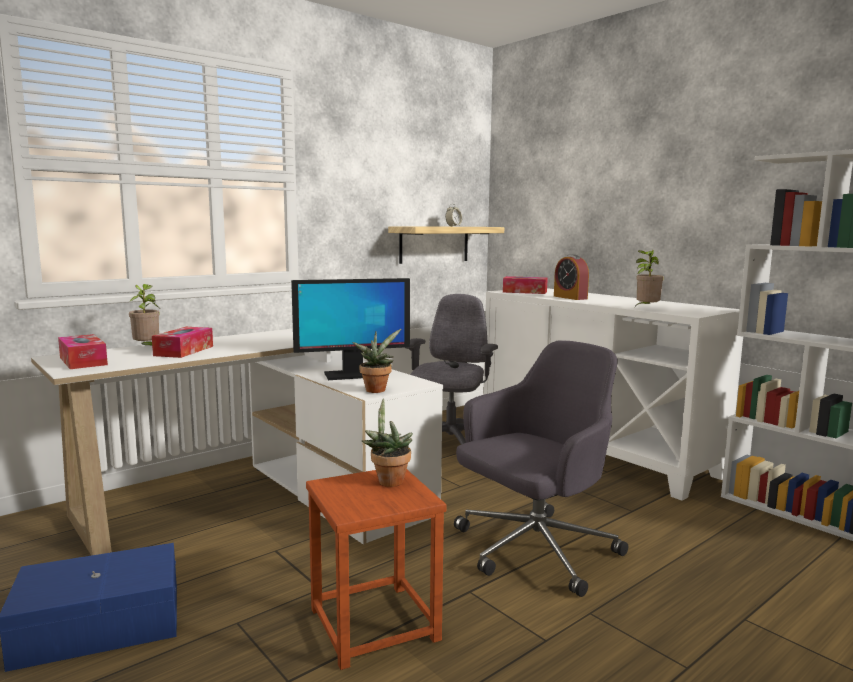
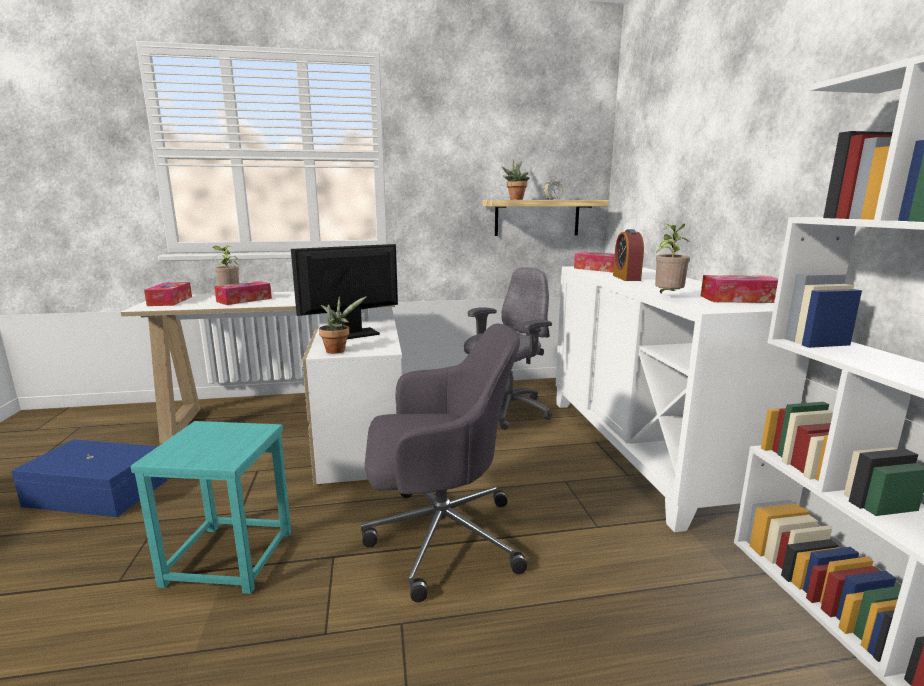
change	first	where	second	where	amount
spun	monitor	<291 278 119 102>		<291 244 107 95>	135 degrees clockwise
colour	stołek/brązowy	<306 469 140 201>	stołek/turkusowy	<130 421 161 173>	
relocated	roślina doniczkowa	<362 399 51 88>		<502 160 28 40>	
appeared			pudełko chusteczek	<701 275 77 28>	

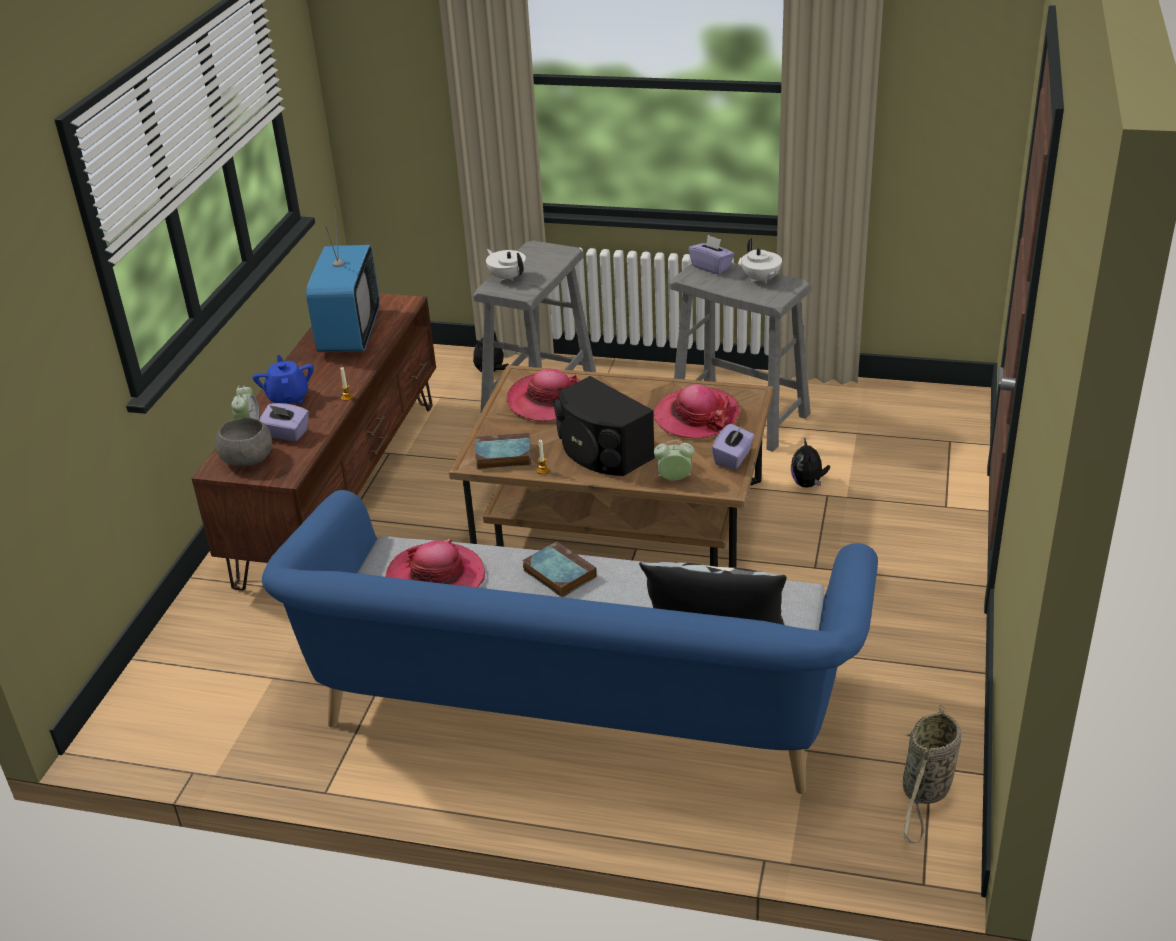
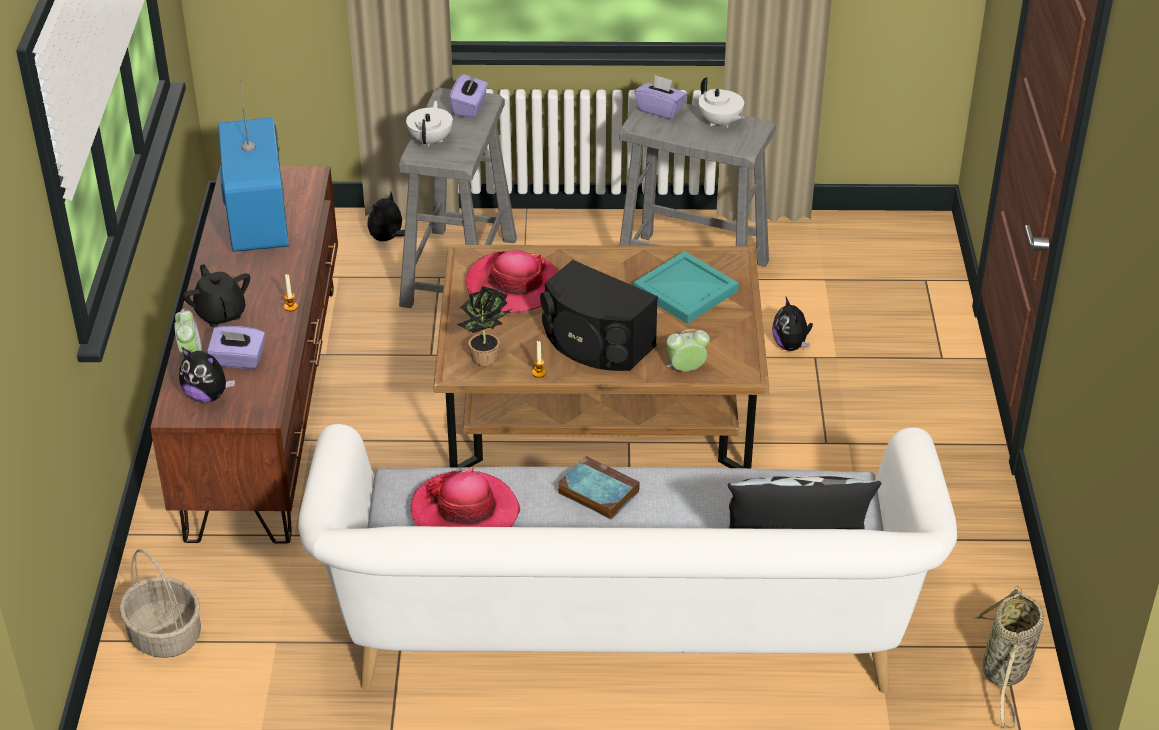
change	first	where	second	where	amount
exchanged	miska/szary	<215 418 57 48>	pluszak	<179 347 56 55>	
colour	imbryk/niebieski	<253 355 61 49>	imbryk/czarny	<183 264 67 63>	
colour	kanapa/niebieski	<262 490 616 304>	kanapa/biały	<298 424 659 269>	
exchanged	książka	<475 433 56 36>	roślina doniczkowa	<456 286 55 80>	
spun	imbryk/biały	<486 249 40 32>		<406 101 47 46>	60 degrees clockwise
exchanged	kapelusz	<653 384 86 55>	taca/turkusowy	<633 251 106 73>	
relocated	pudełko chusteczek/fioletowy	<712 423 43 46>		<449 73 39 45>	
appeared			koszyk	<119 549 82 109>	

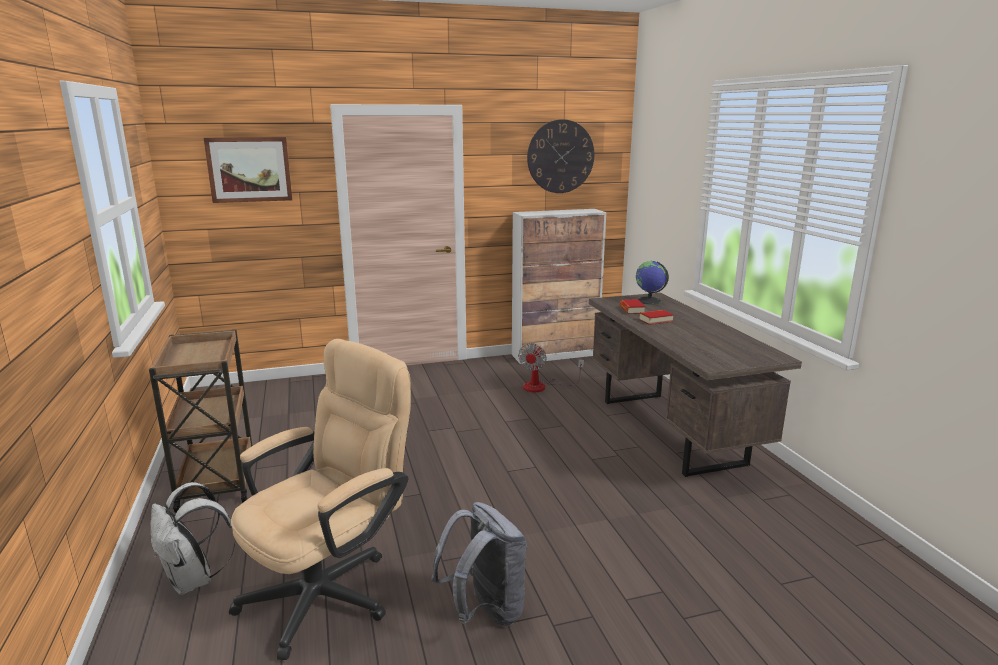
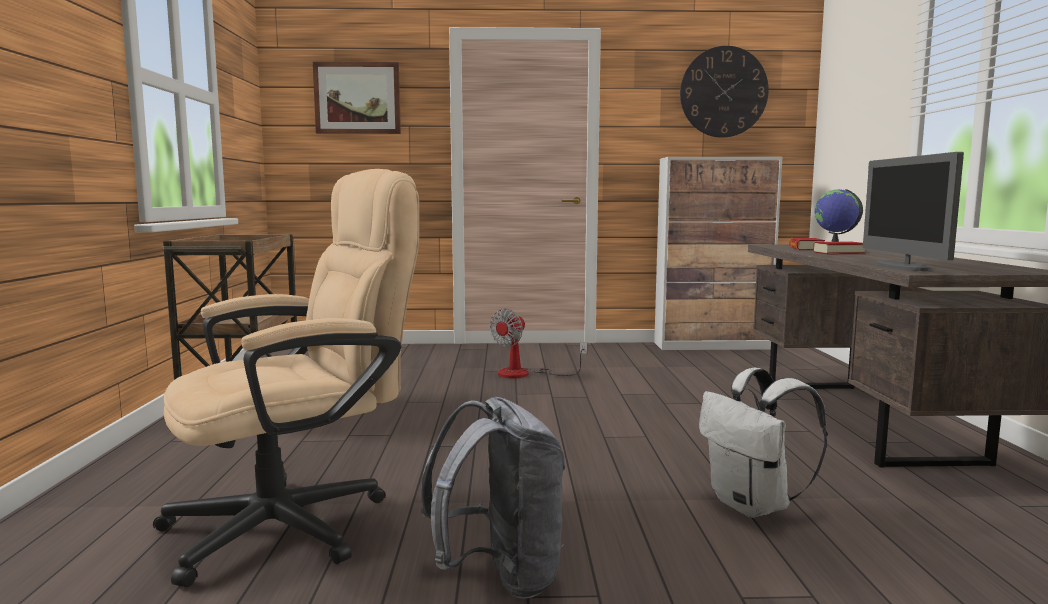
change	first	where	second	where	amount
relocated	plecak/biały	<151 482 85 113>		<699 368 129 150>	
relocated	wentylator	<518 343 66 49>		<490 308 97 71>	
appeared			monitor	<863 152 101 119>	

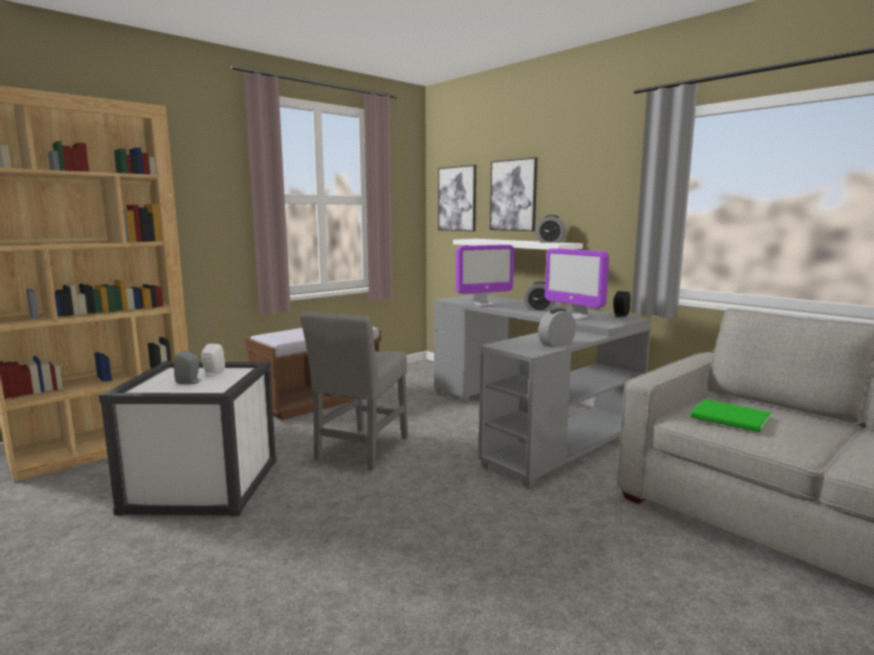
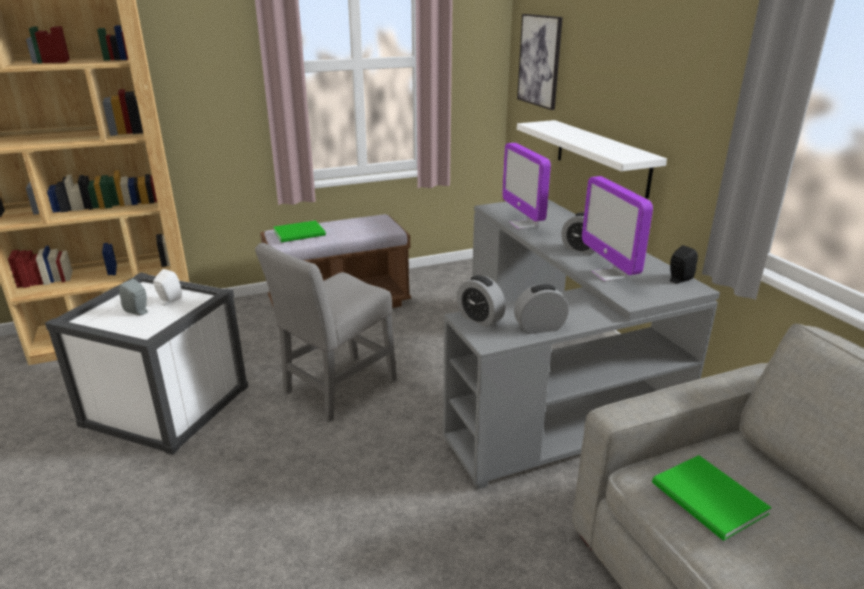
change	first	where	second	where	amount
spun	monitor	<456 245 58 61>		<502 143 49 86>	75 degrees clockwise
missing	obraz	<490 157 47 74>			
relocated	budzik	<536 215 31 28>		<457 275 49 52>	
appeared			książka/zielony	<273 220 53 22>	

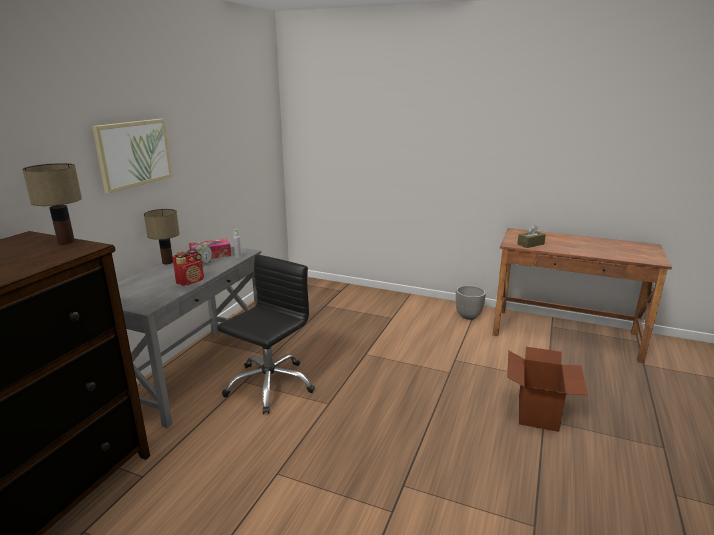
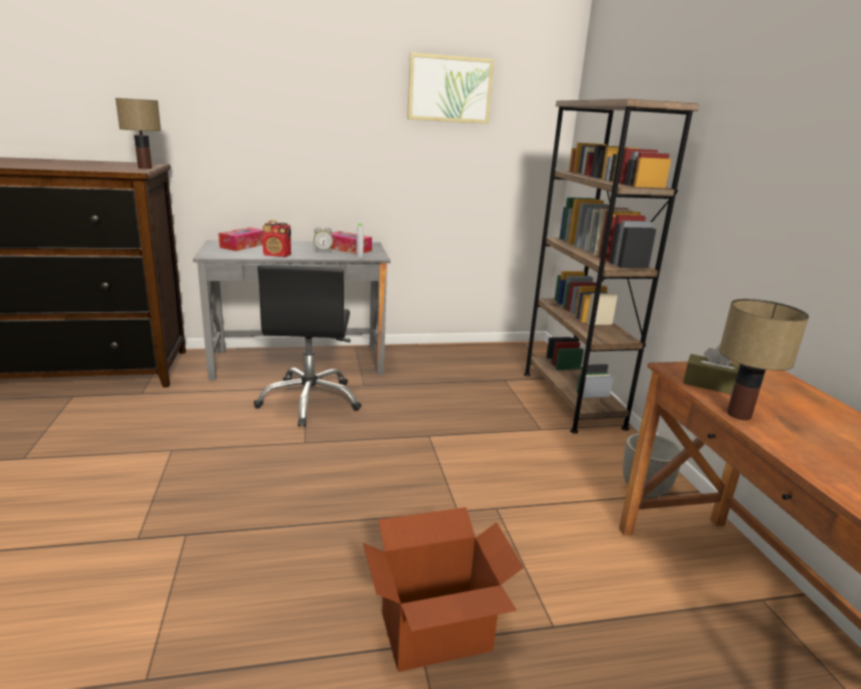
change	first	where	second	where	amount
relocated	obraz	<92 119 80 74>		<407 53 87 71>	
relocated	lampa stołowa	<144 209 36 55>		<719 299 90 121>	
spun	krzesło biurowe/czarny	<217 254 98 160>		<254 265 108 162>	90 degrees clockwise
appeared			pudełko chusteczek	<218 227 46 24>	
appeared			regał/brązowy	<524 99 175 335>	

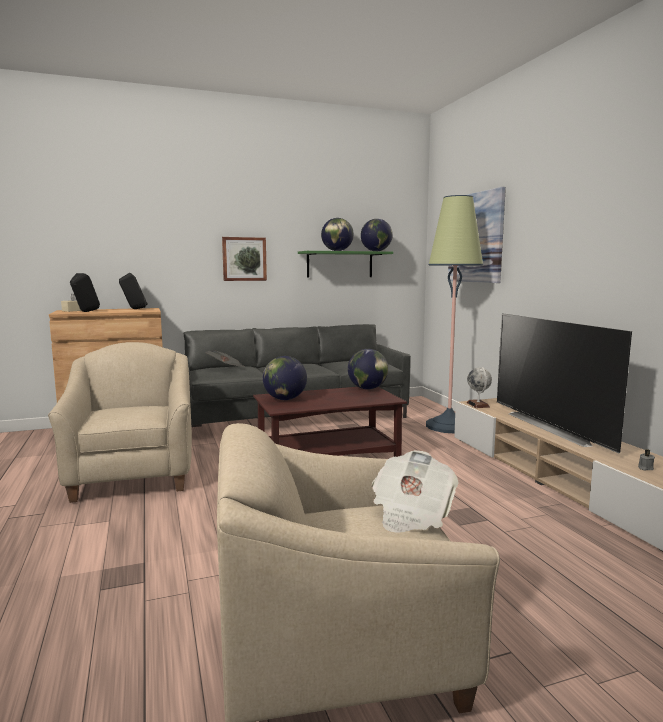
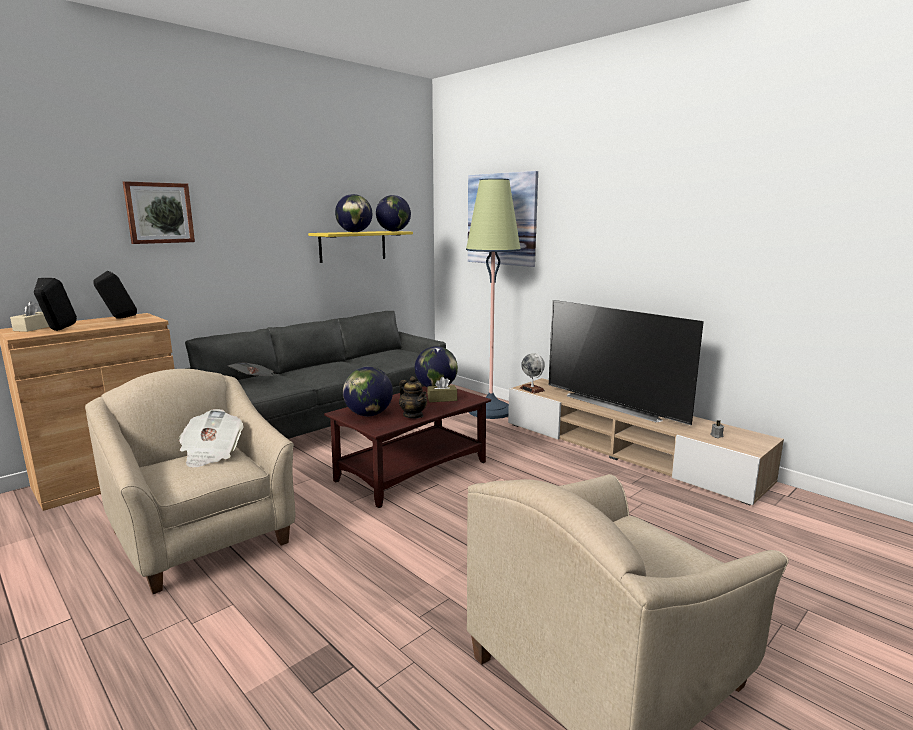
change	first	where	second	where	amount
relocated	obraz	<222 237 45 44>		<123 181 72 63>	
colour	półka/zielony	<298 251 95 27>	półka/żółty	<308 231 105 32>	
relocated	gazeta	<372 450 87 83>		<179 409 65 59>	
appeared			imbryk	<399 376 28 42>	
appeared			pudełko chusteczek/brązowy	<427 377 30 25>	

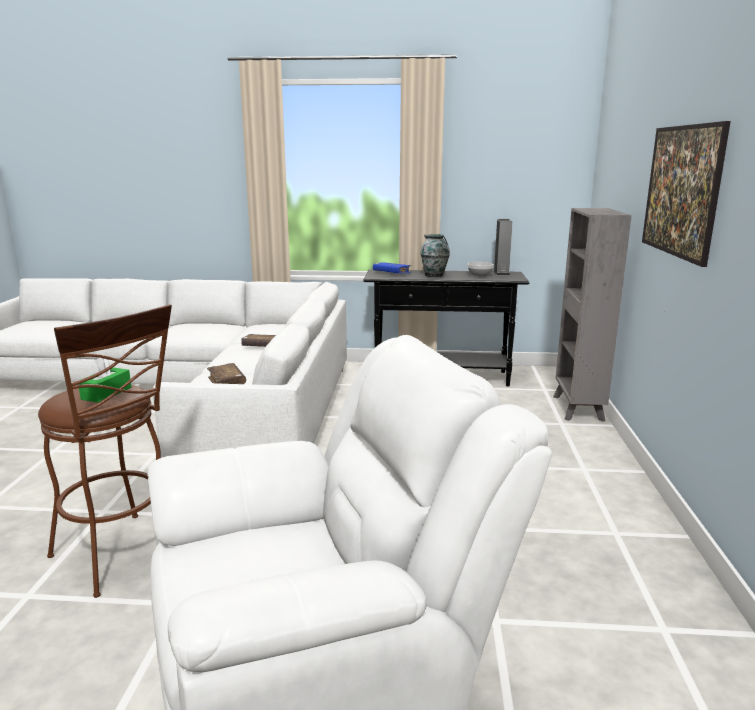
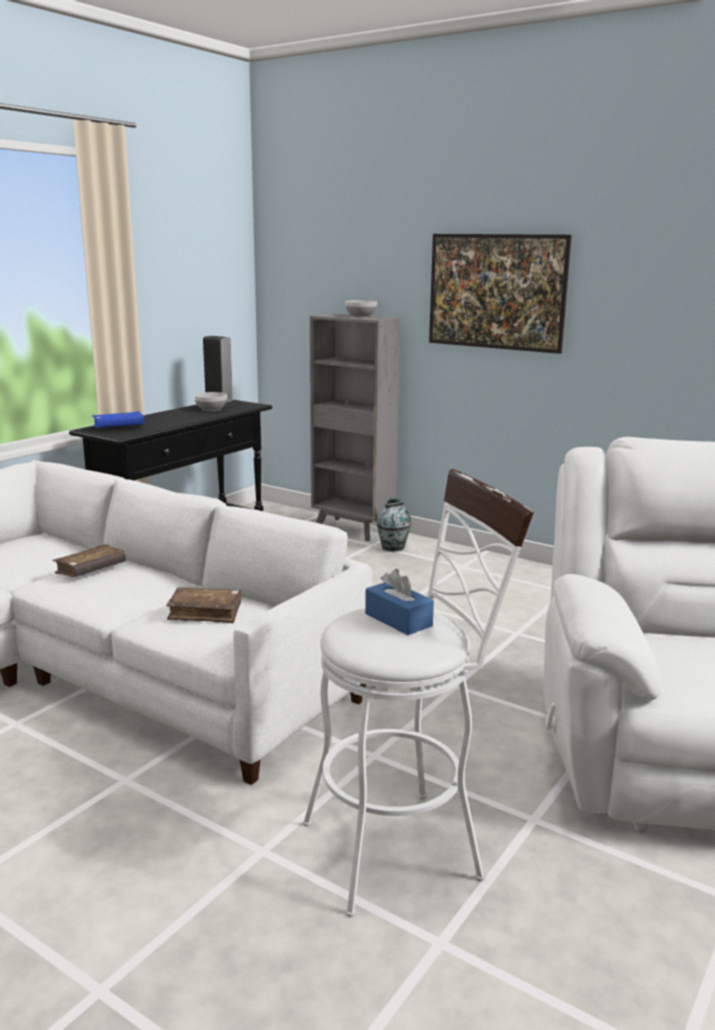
change	first	where	second	where	amount
colour	stołek/brązowy	<38 304 134 294>	stołek/biały	<303 469 231 448>	
colour	pudełko chusteczek/zielony	<78 358 53 45>	pudełko chusteczek/niebieski	<365 569 69 66>	
relocated	wazon	<421 234 29 43>		<376 498 35 54>	
appeared			miska	<345 300 32 17>	

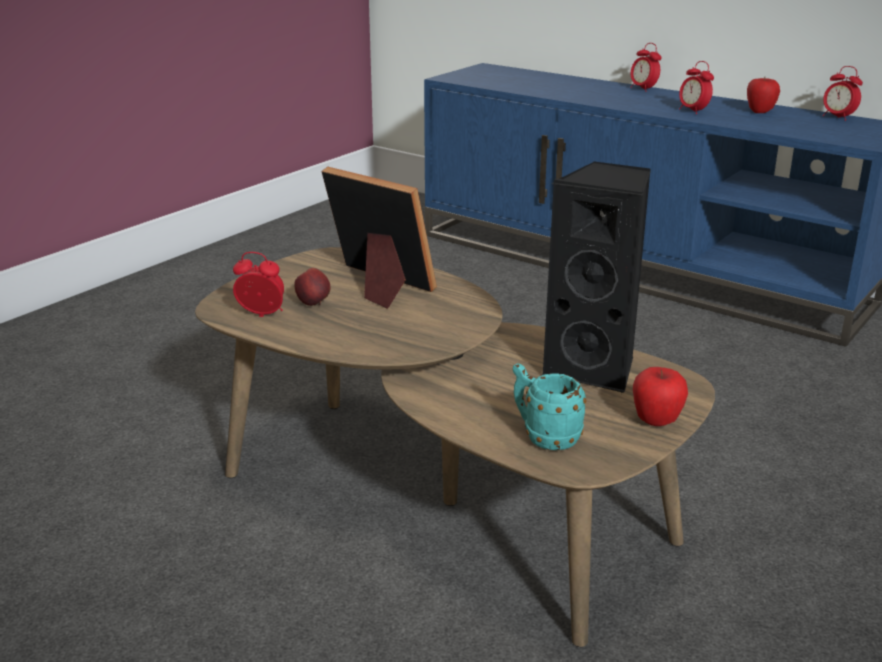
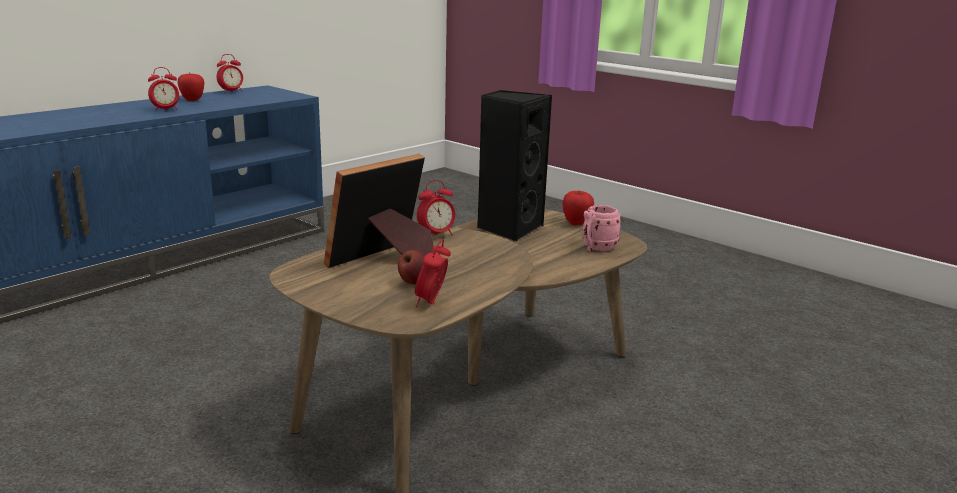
change	first	where	second	where	amount
colour	kubek/turkusowy	<513 363 73 87>	kubek/różowy	<583 205 39 47>	
relocated	budzik	<631 43 31 49>		<417 180 38 55>	

